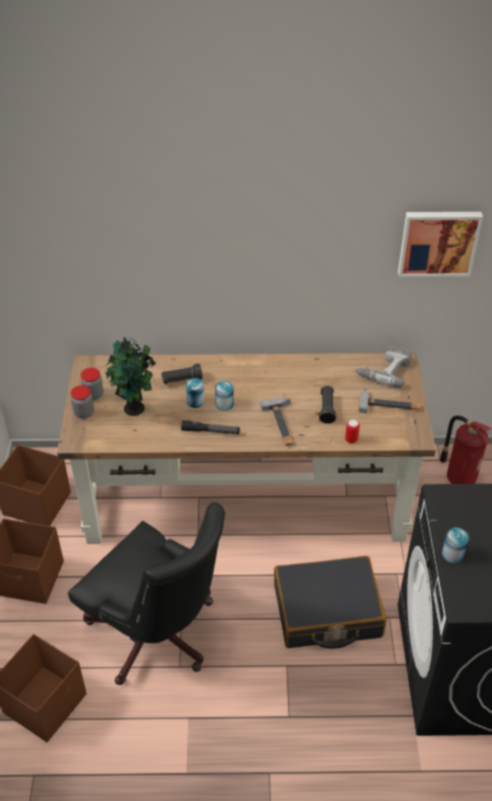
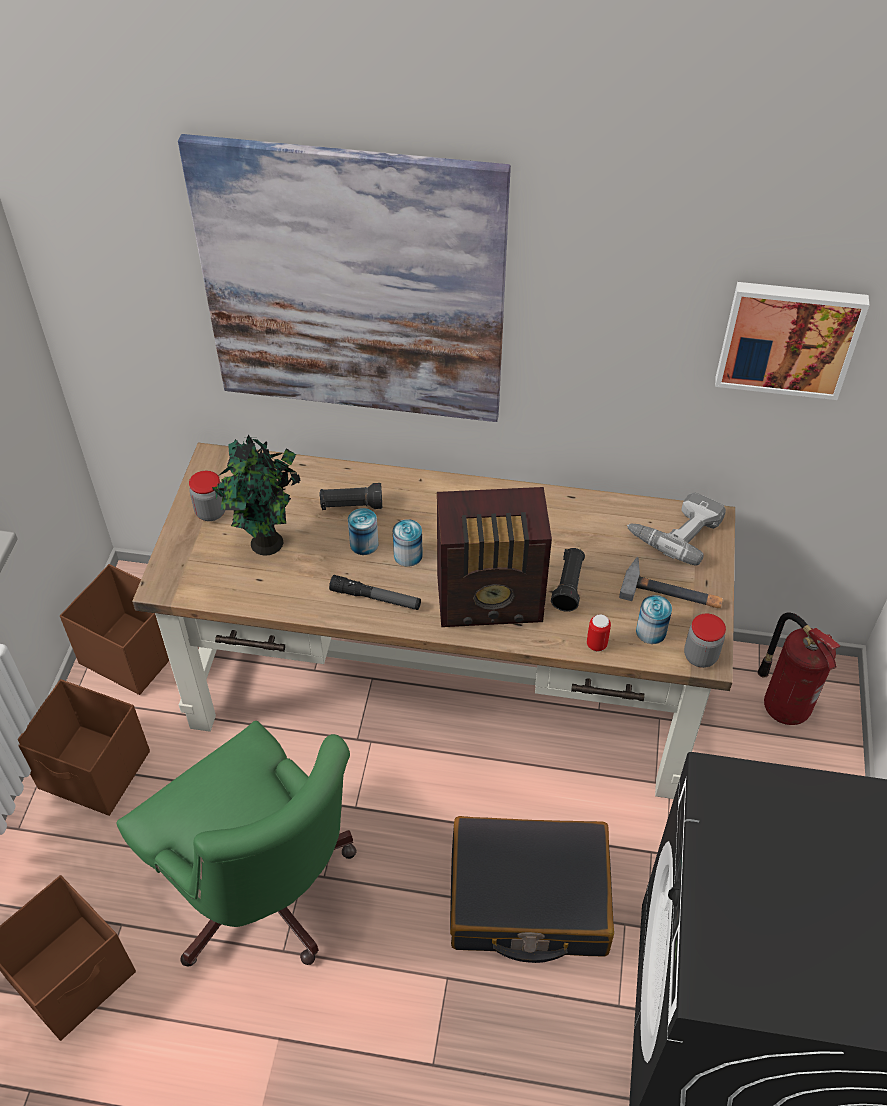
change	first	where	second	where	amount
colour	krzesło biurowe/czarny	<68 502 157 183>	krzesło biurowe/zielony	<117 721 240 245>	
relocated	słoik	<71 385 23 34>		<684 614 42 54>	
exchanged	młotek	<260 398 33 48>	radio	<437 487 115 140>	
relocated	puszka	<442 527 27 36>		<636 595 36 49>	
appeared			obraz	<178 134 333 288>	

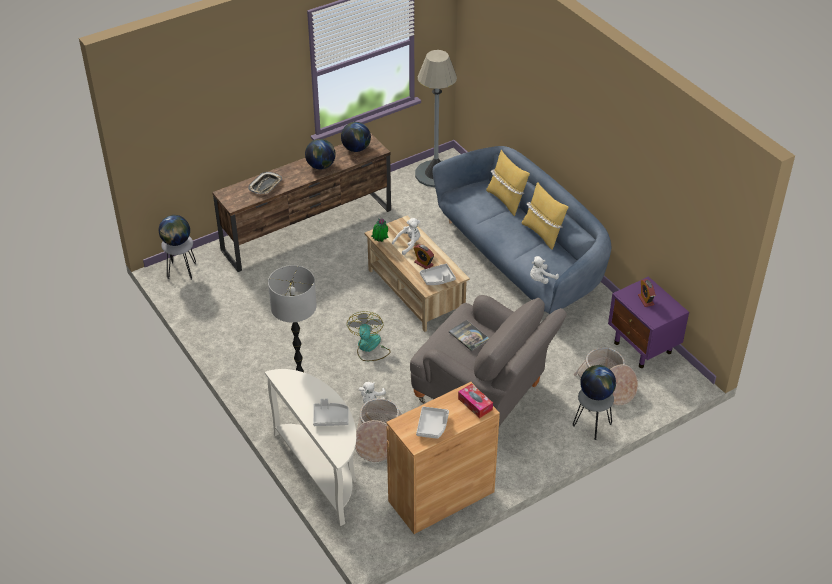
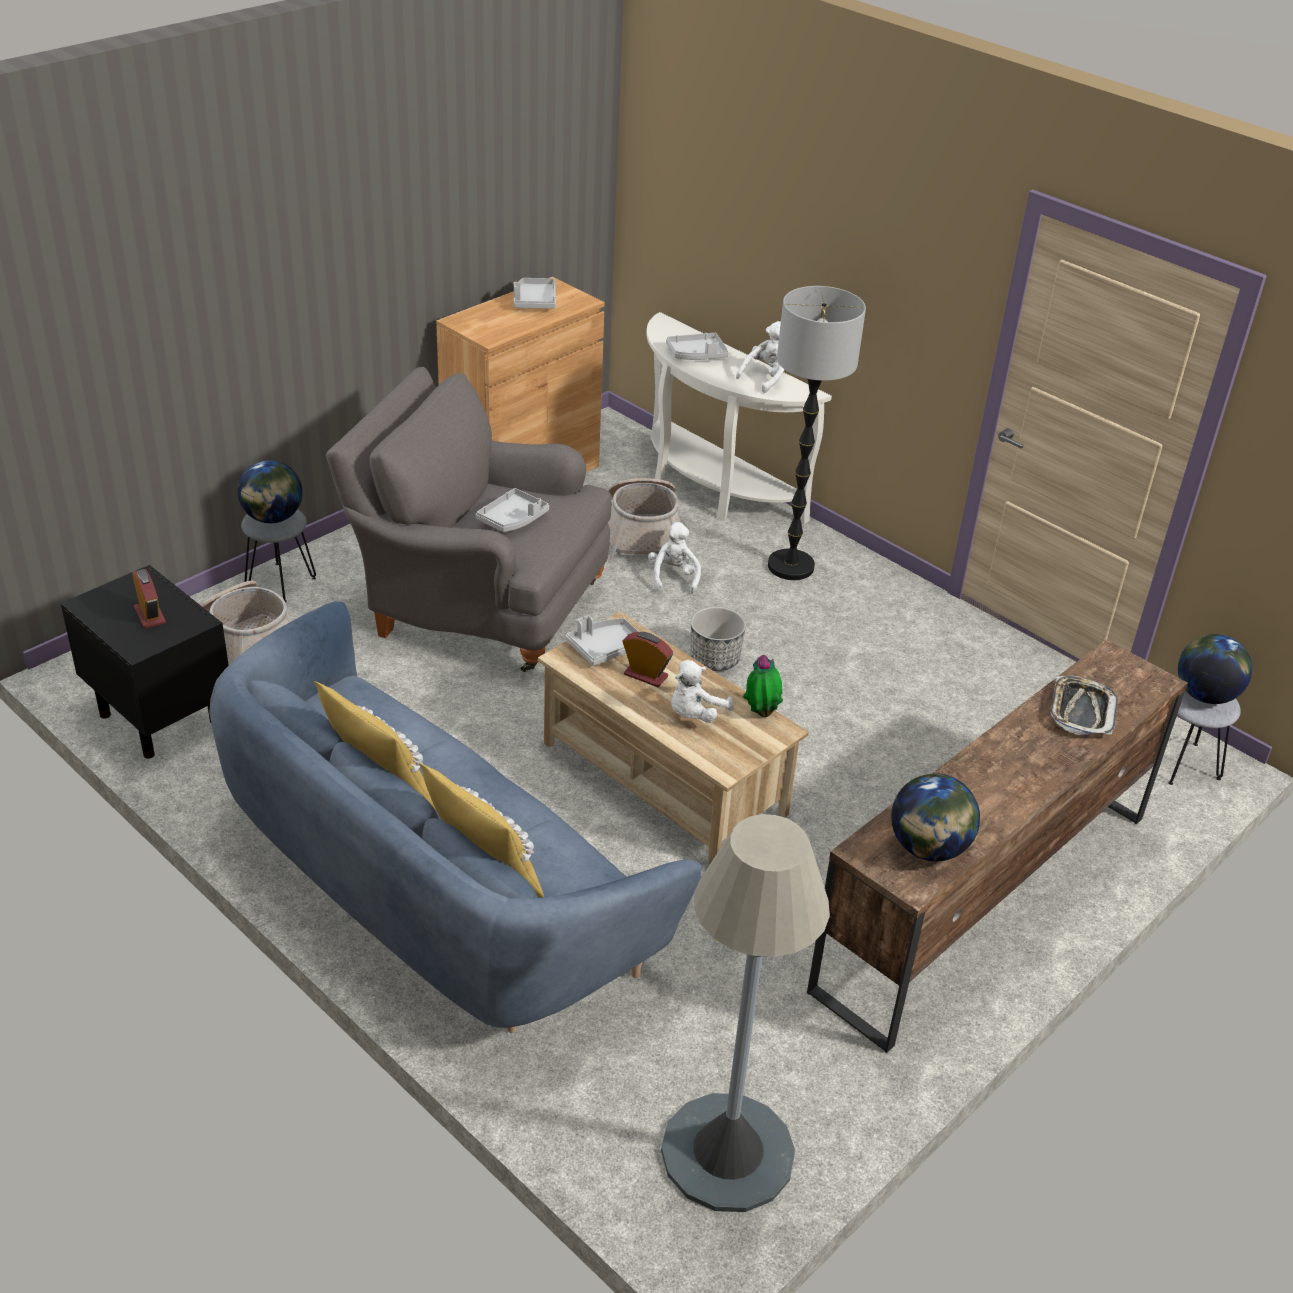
change	first	where	second	where	amount
missing	globus	<305 139 31 30>			
exchanged	wentylator	<347 311 44 50>	donica	<691 607 55 64>	
exchanged	książka	<449 320 40 31>	taca/szary	<476 488 73 44>	
missing	pudełko chusteczek	<458 383 35 35>			
relocated	pluszak/biały	<530 256 29 28>		<736 321 48 72>	
colour	szafka nocna/fioletowy	<608 276 81 92>	szafka nocna/czarny	<60 565 169 194>	

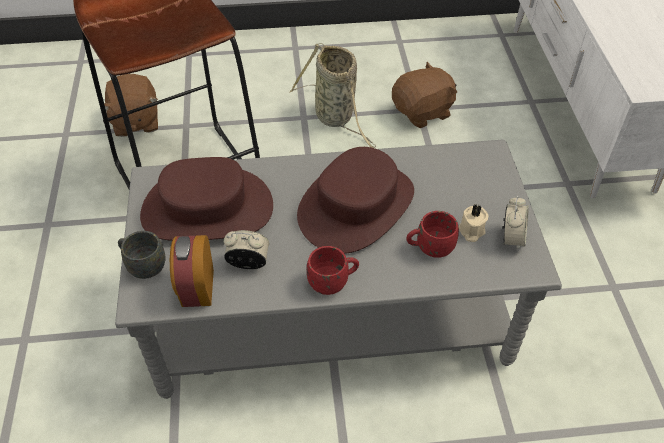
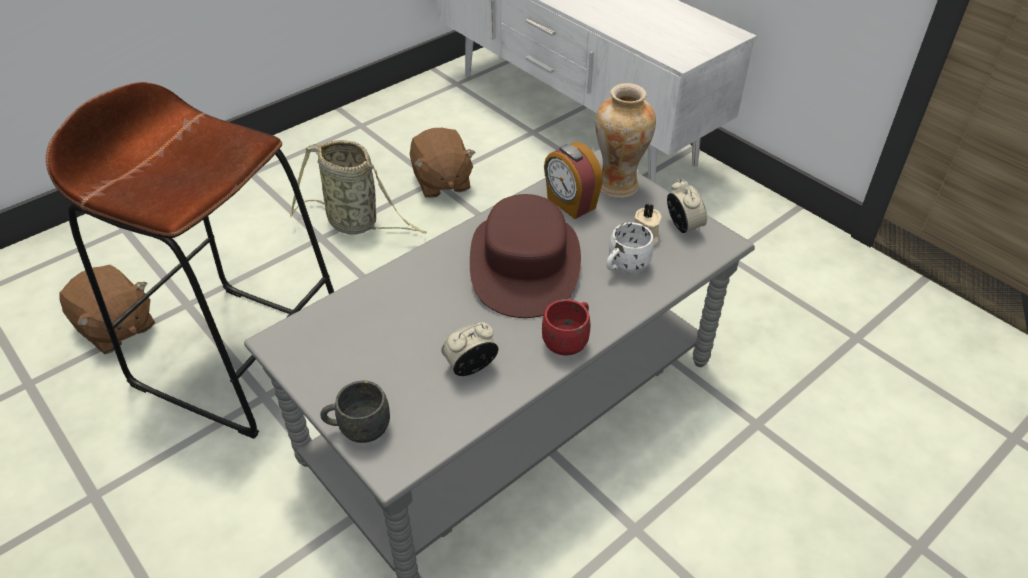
change	first	where	second	where	amount
missing	kapelusz/brązowy	<140 157 133 84>			
relocated	budzik	<170 235 44 72>		<544 142 59 77>	
spun	pluszak/brązowy	<392 62 65 66>		<410 128 66 70>	135 degrees clockwise
colour	kubek/czerwony	<406 211 53 47>	kubek/biały	<606 223 48 50>	
appeared			wazon	<595 83 61 115>	

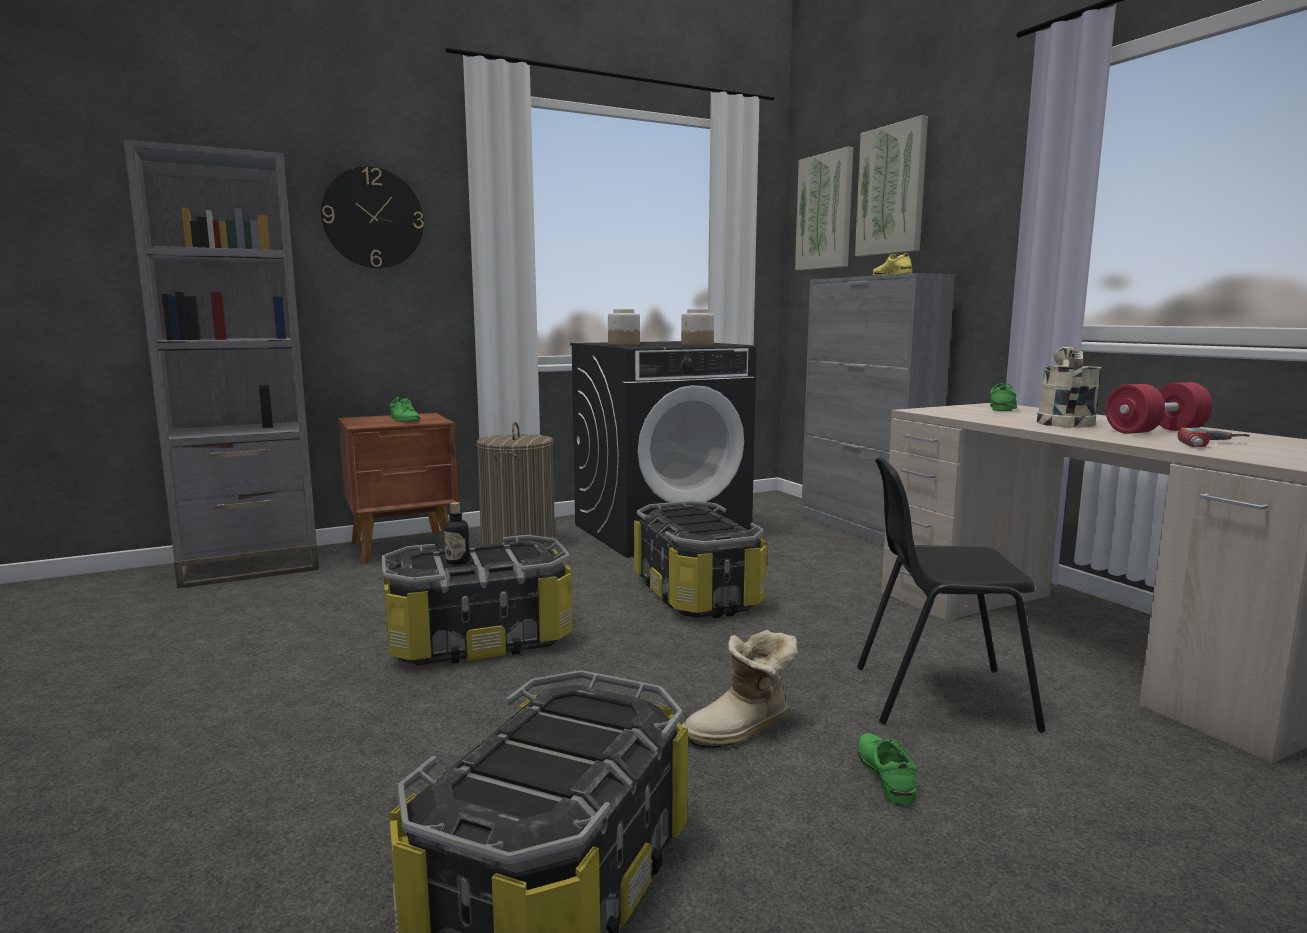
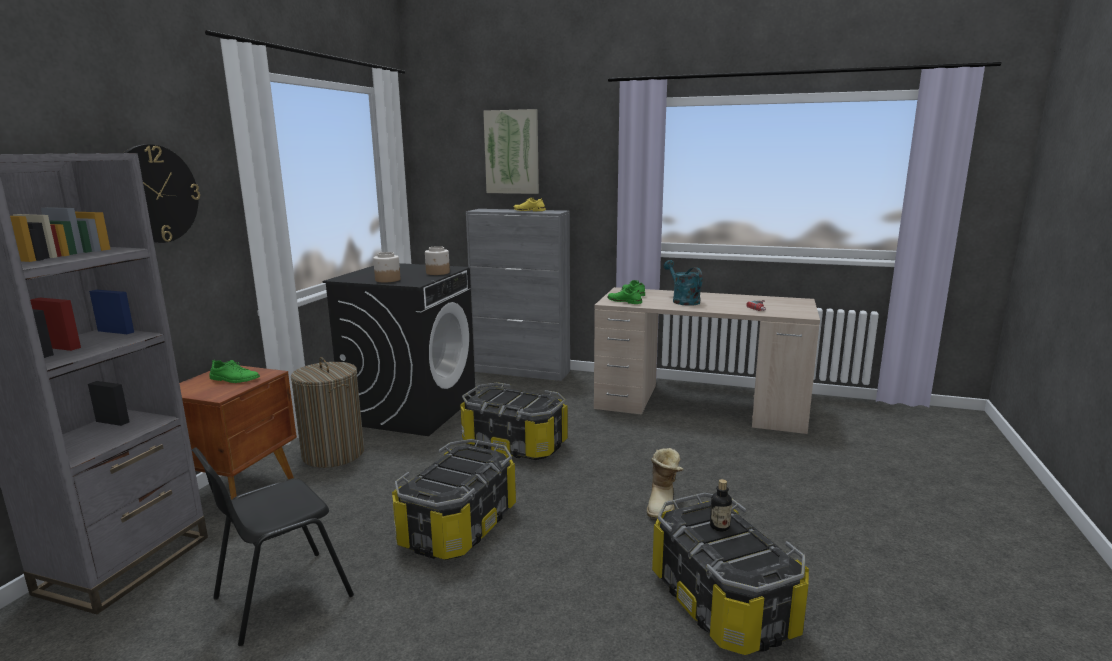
change	first	where	second	where	amount
relocated	butelka	<444 502 26 63>		<710 479 22 52>	
missing	obraz	<795 147 58 123>			
relocated	krzesło/czarny	<857 457 189 276>		<192 448 162 198>	
relocated	but/zielony	<857 733 60 71>		<607 287 35 17>	
colour	konewka/beżowy	<1037 346 65 82>	konewka/turkusowy	<663 260 40 46>	
missing	hantel/czerwony	<1105 382 107 52>			

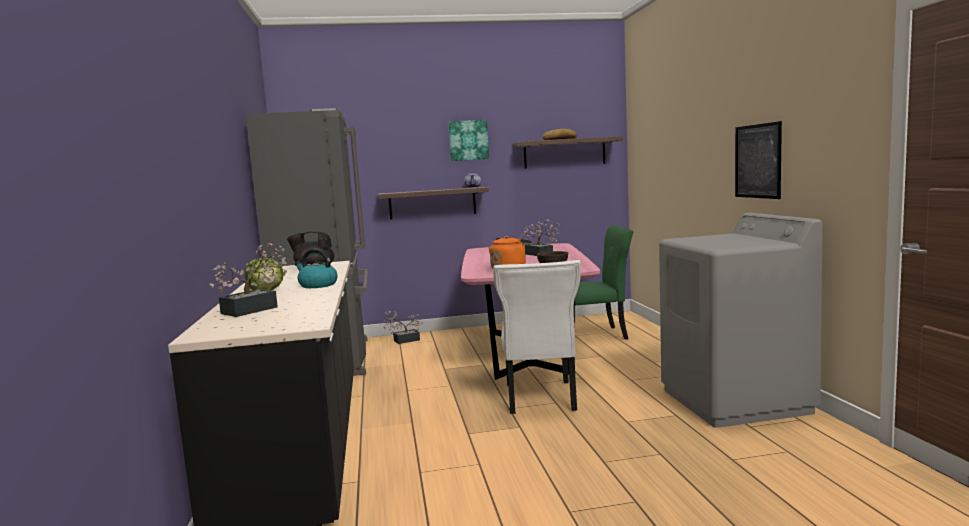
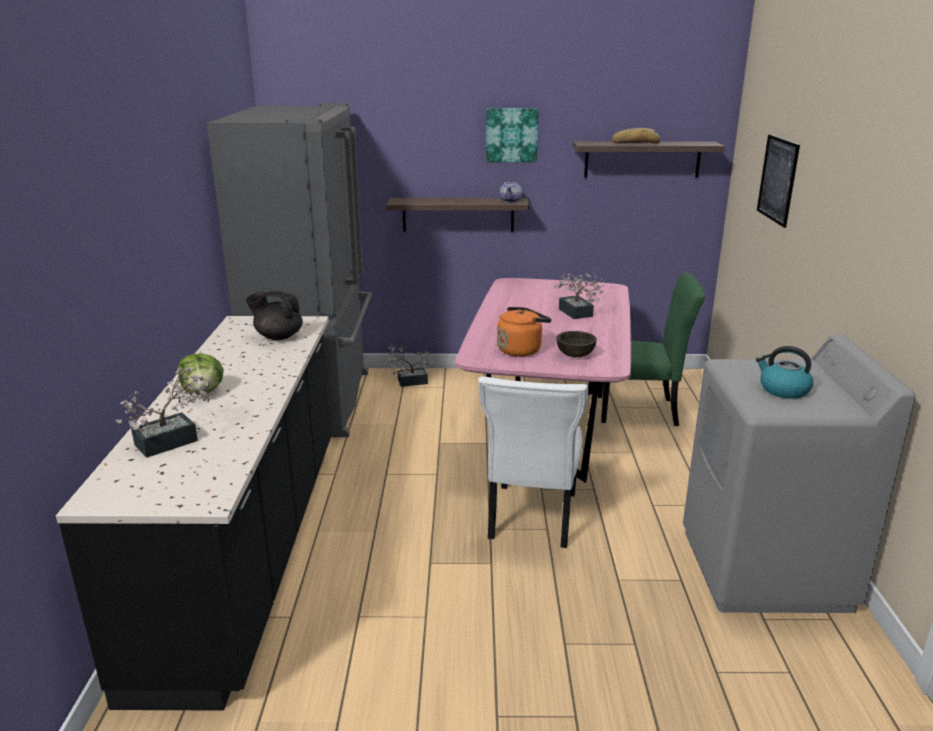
change	first	where	second	where	amount
relocated	czajnik	<295 249 43 39>		<756 346 57 53>	
relocated	obraz	<735 121 47 78>		<757 134 43 94>	

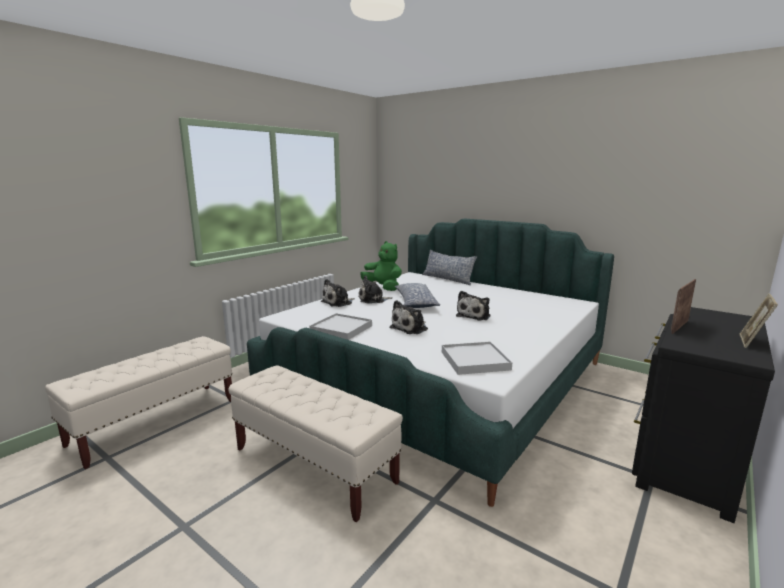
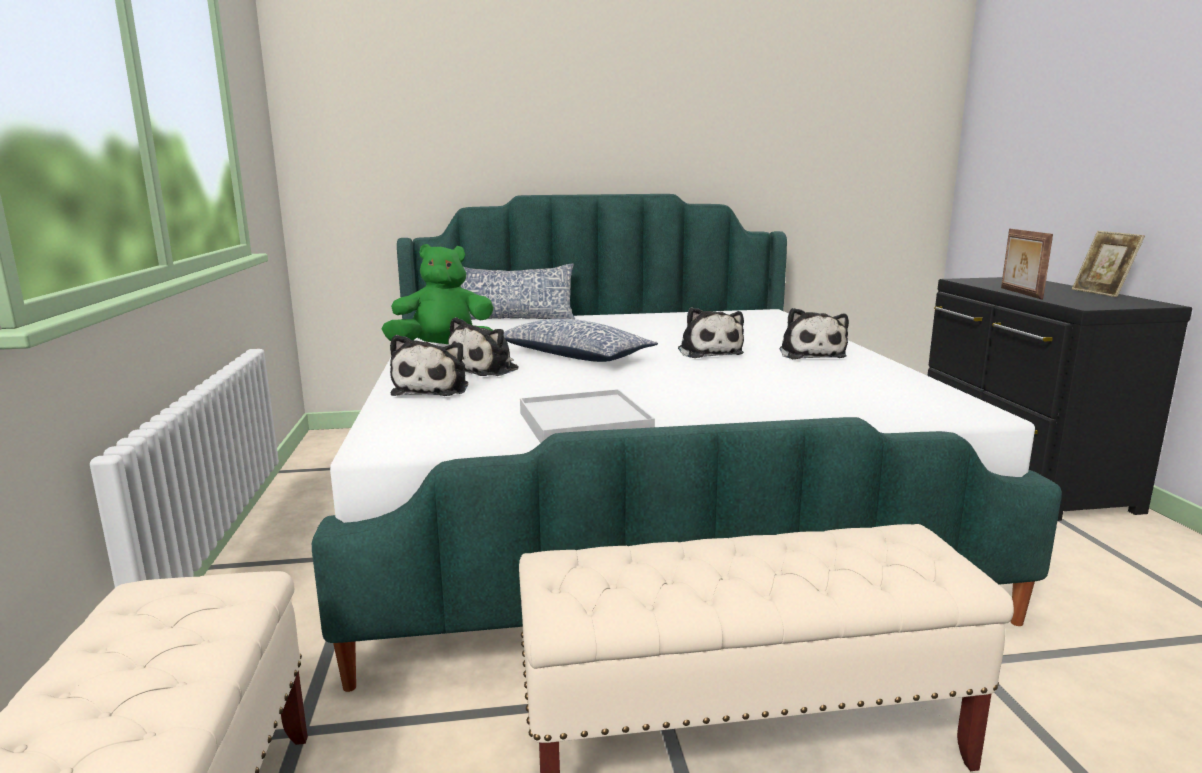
change	first	where	second	where	amount
relocated	pluszak	<390 300 38 34>		<780 308 69 51>	
missing	taca/biały	<442 341 70 34>			

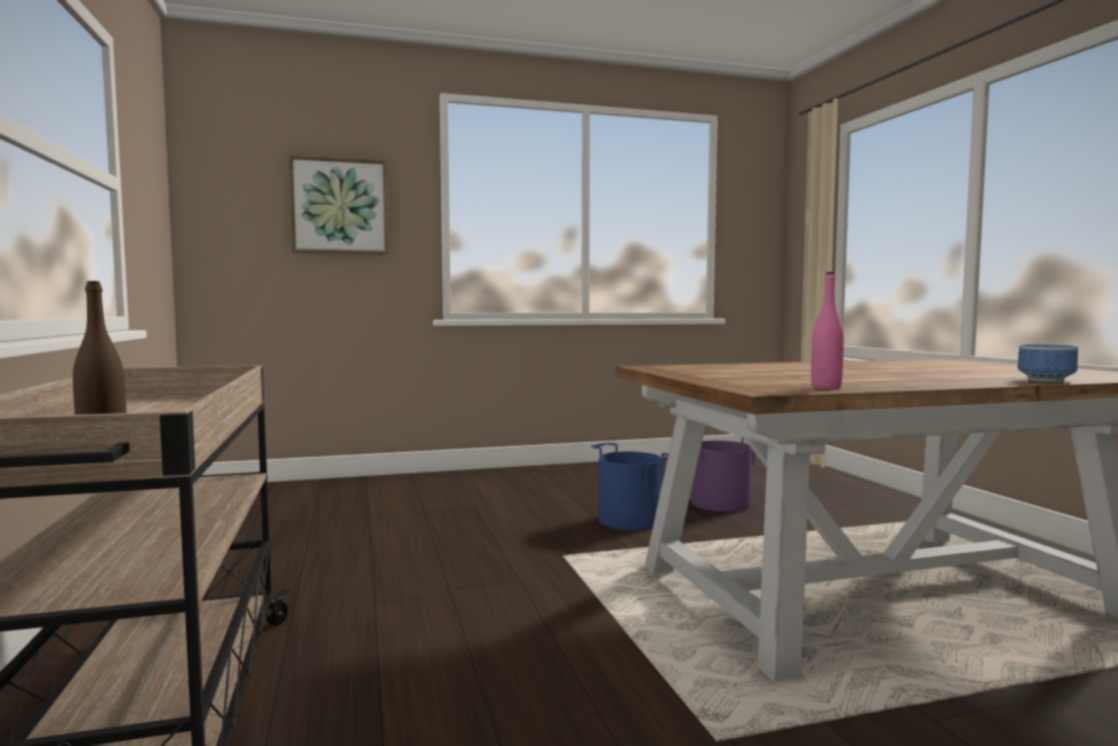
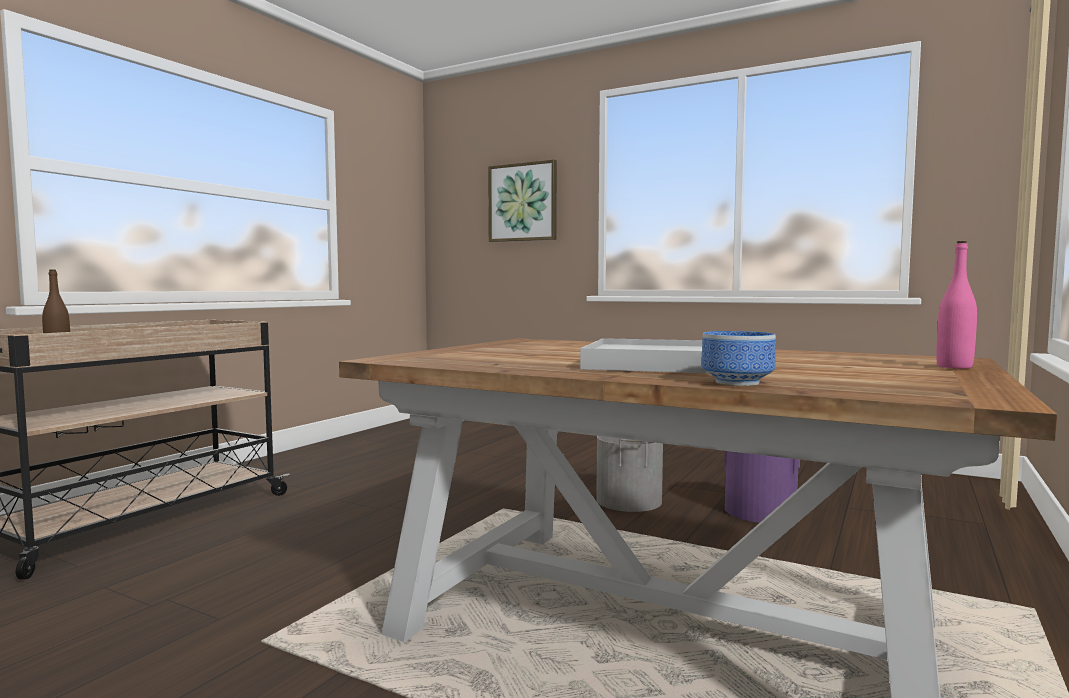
change	first	where	second	where	amount
colour	wiadro/niebieski	<591 443 77 87>	wiadro/szary	<596 436 67 76>	
relocated	butelka/różowy	<811 272 33 117>		<936 241 41 128>	
appeared			taca/biały	<580 338 130 36>	

